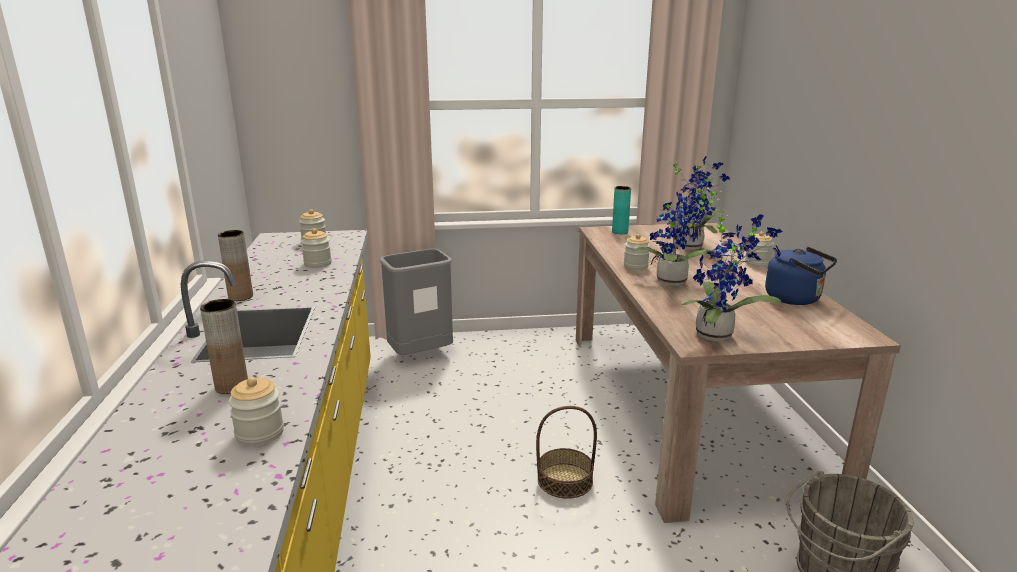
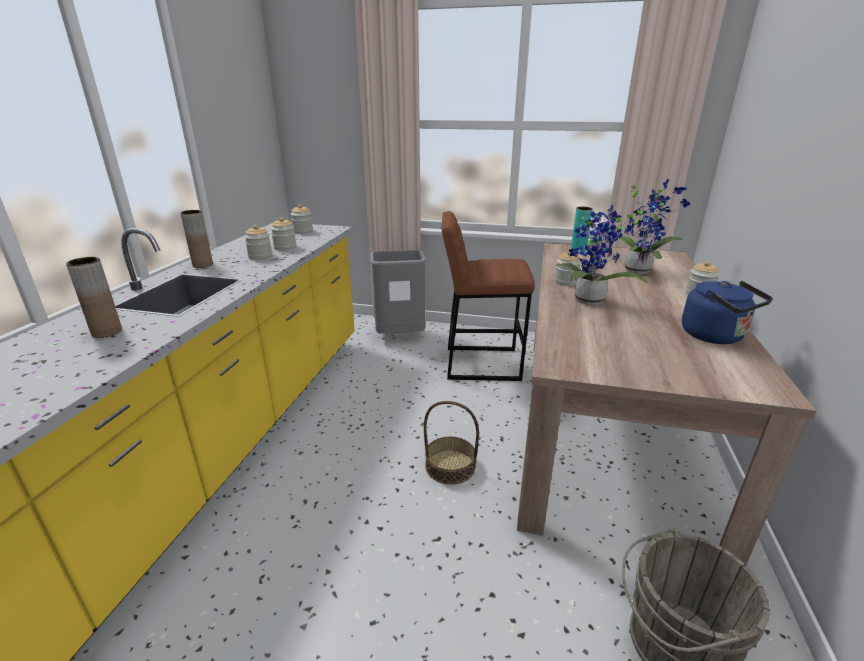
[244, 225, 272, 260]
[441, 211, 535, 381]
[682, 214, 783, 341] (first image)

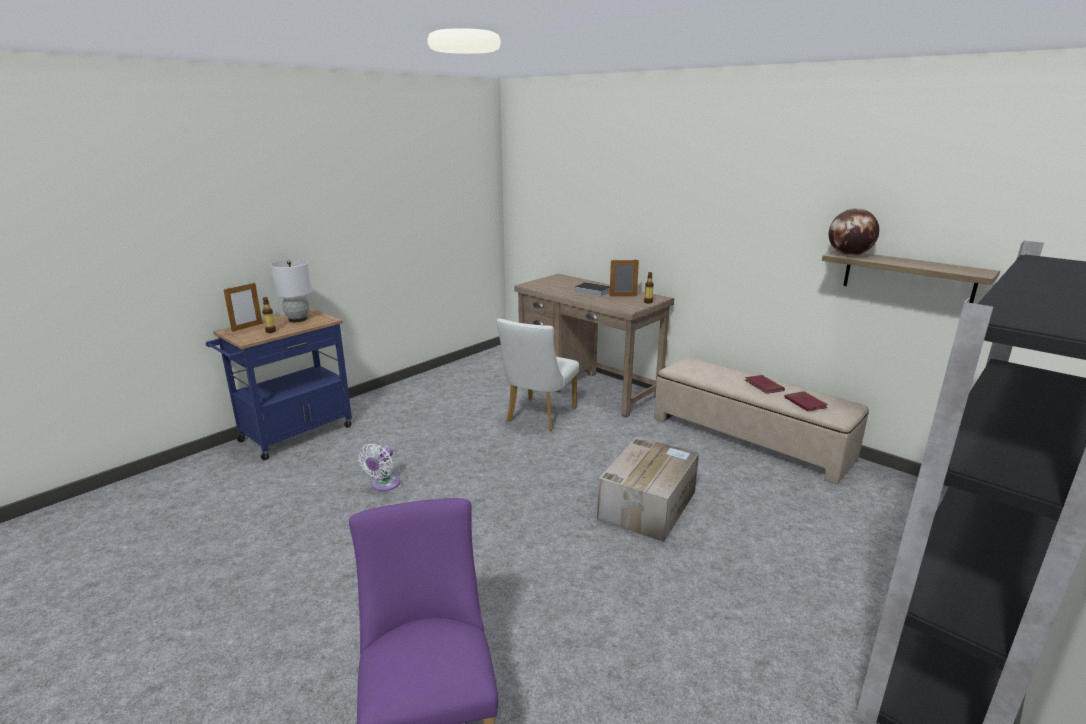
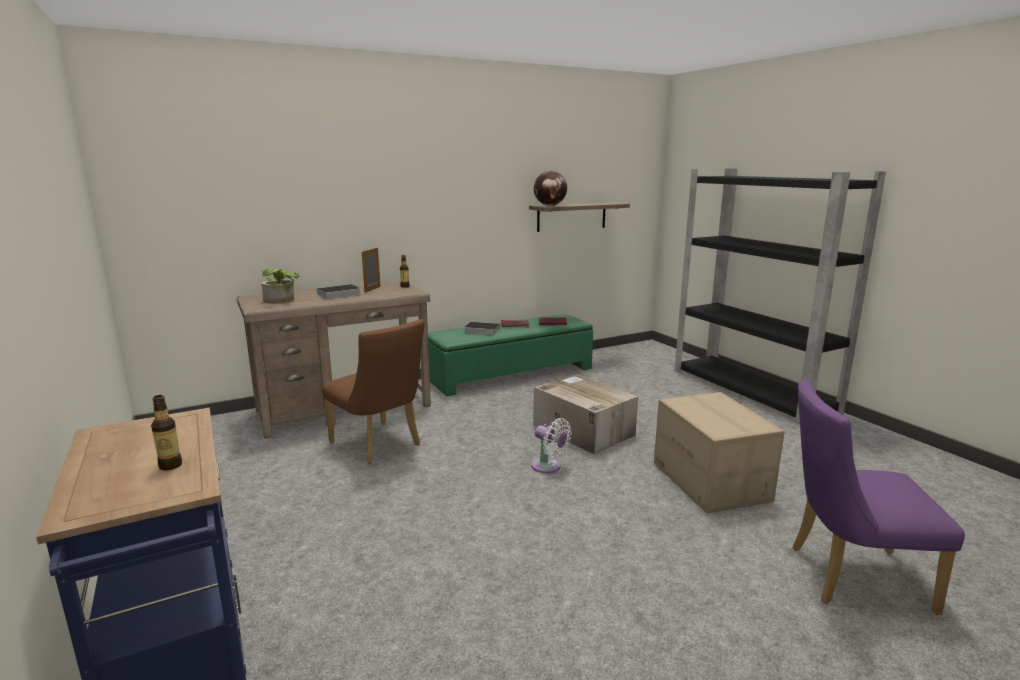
[261, 268, 300, 303]
[322, 319, 425, 464]
[428, 314, 593, 396]
[464, 322, 500, 335]
[531, 418, 571, 473]
[654, 392, 785, 513]
[224, 283, 263, 332] (first image)
[270, 260, 312, 322] (first image)

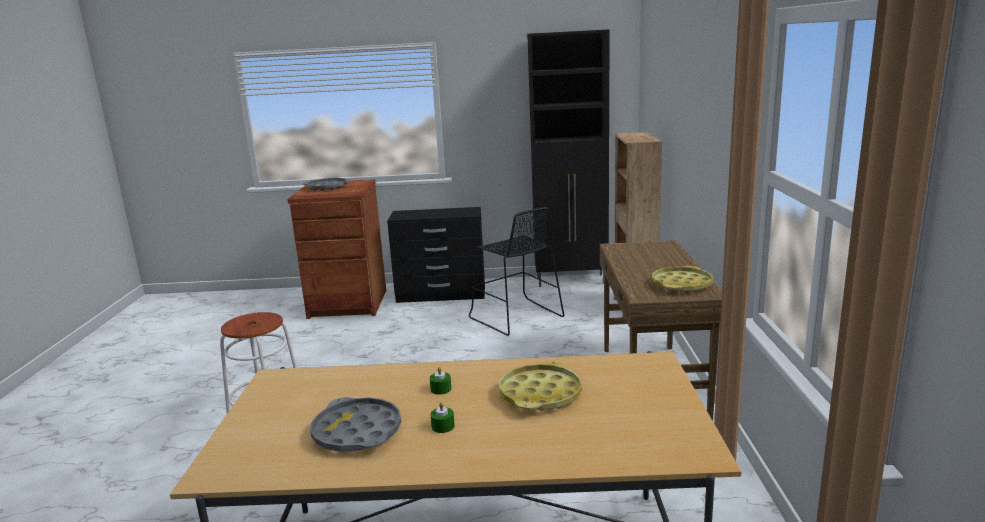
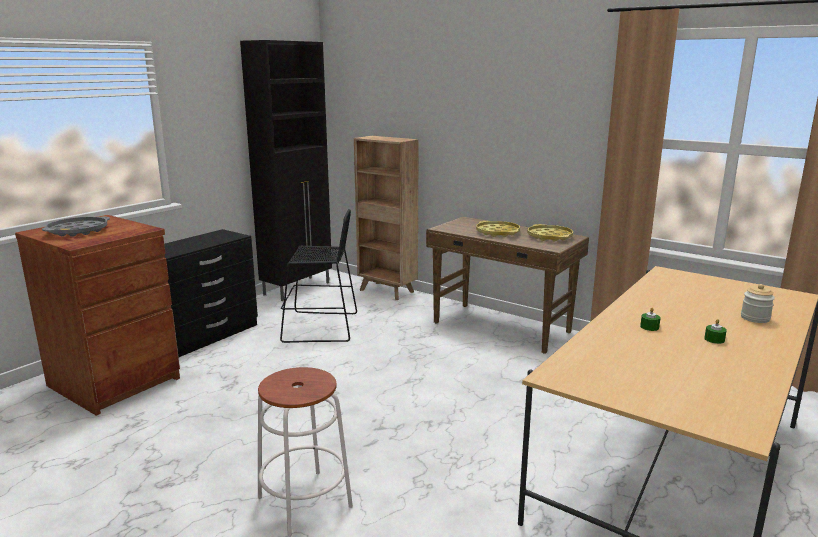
[476, 221, 520, 237]
[741, 284, 775, 323]
[310, 397, 401, 452] (first image)

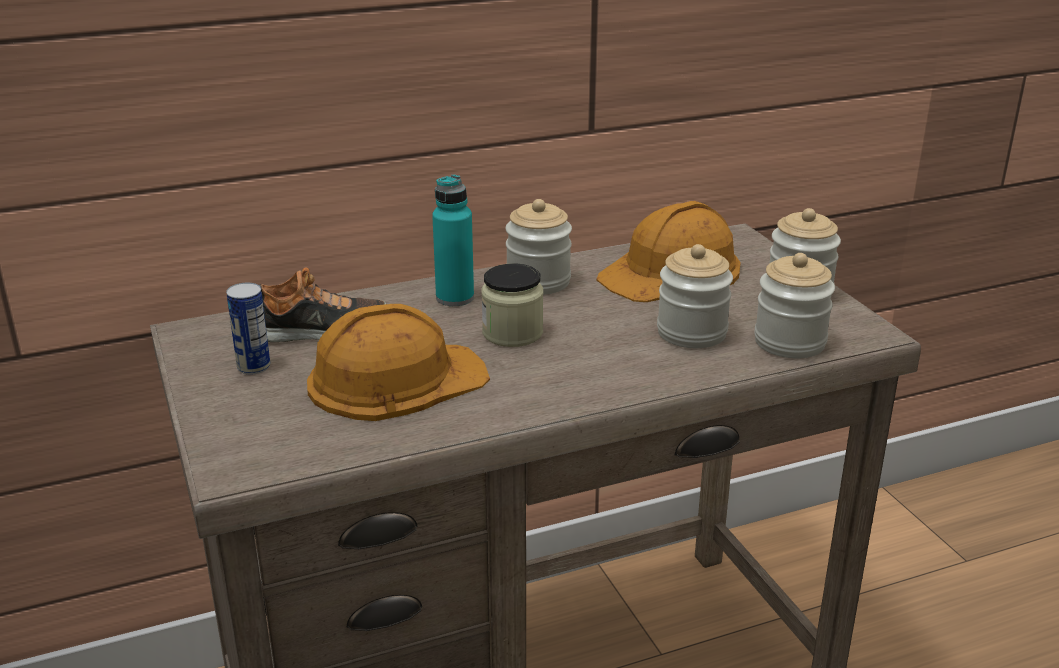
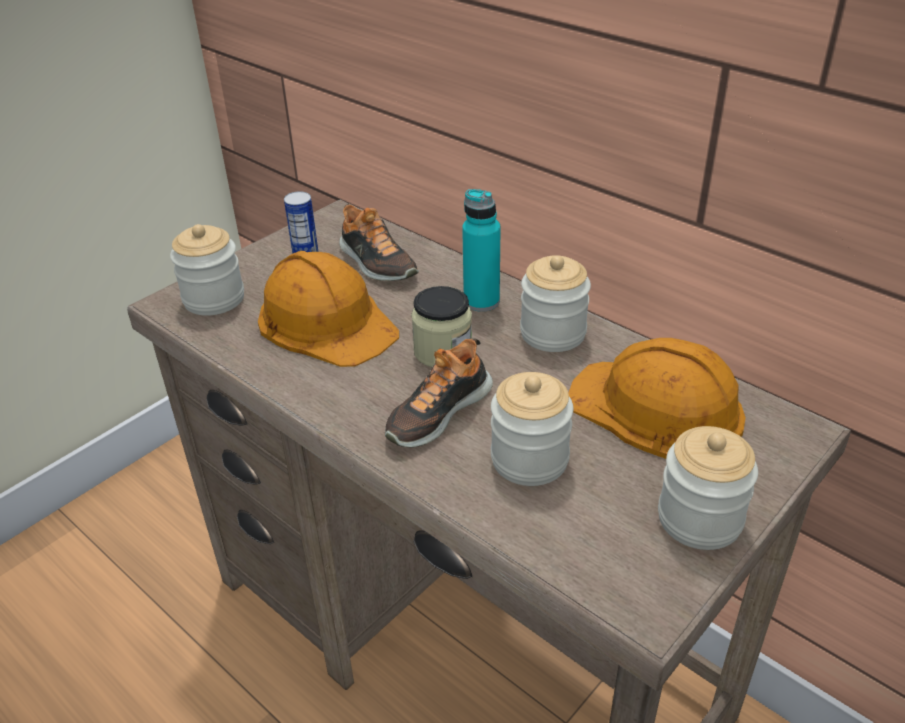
[170, 224, 244, 316]
[385, 338, 493, 447]

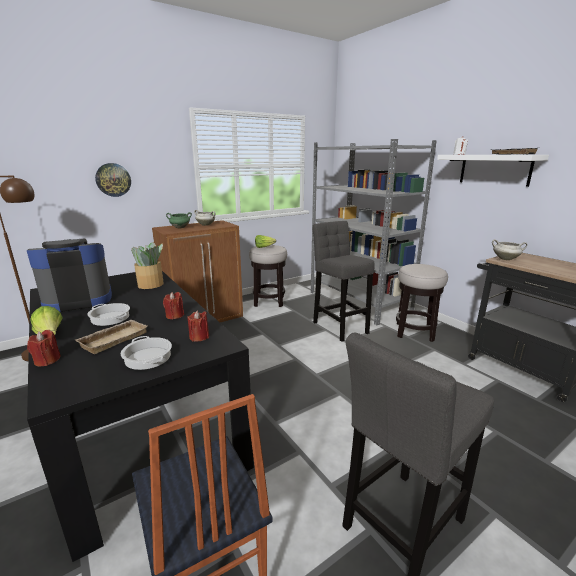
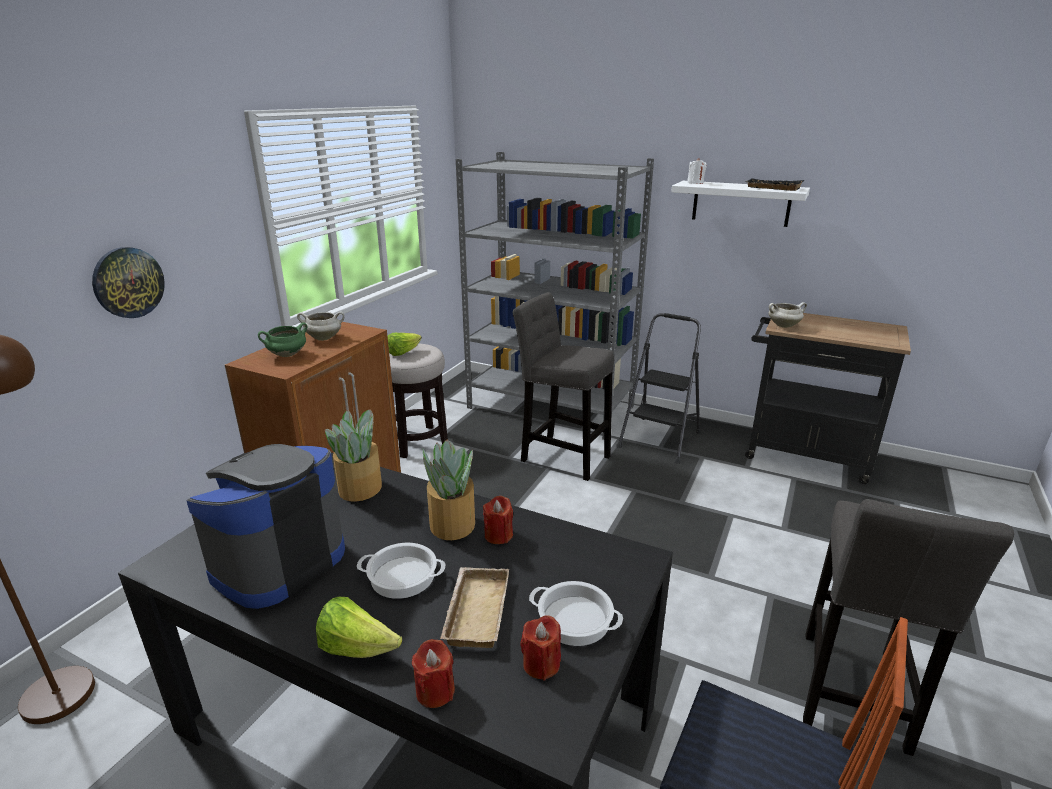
[423, 440, 475, 540]
[520, 615, 561, 681]
[616, 313, 701, 464]

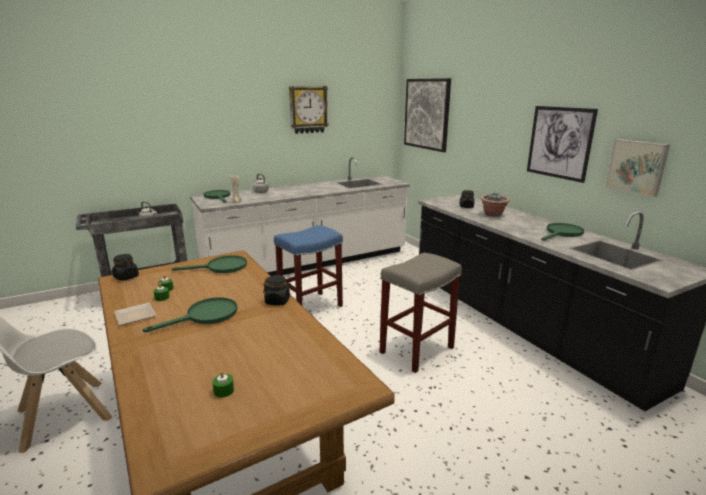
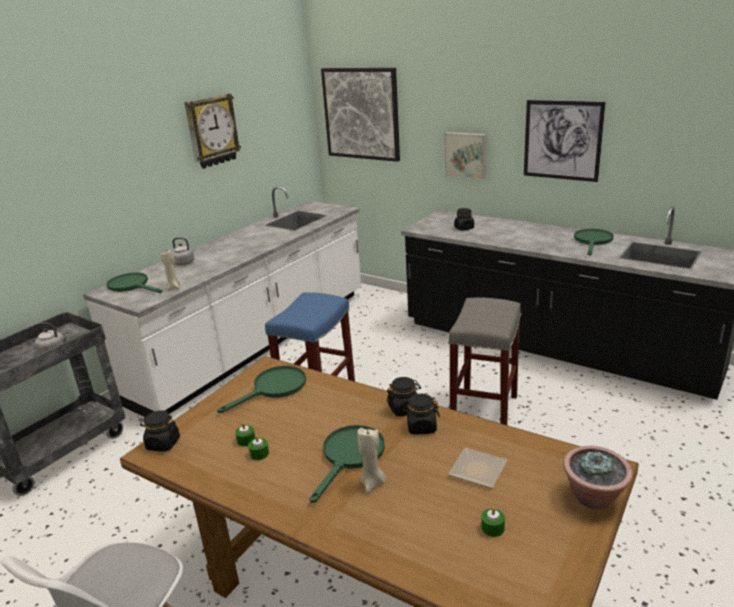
[357, 427, 386, 493]
[402, 394, 440, 434]
[444, 132, 487, 180]
[448, 448, 507, 488]
[563, 446, 633, 509]

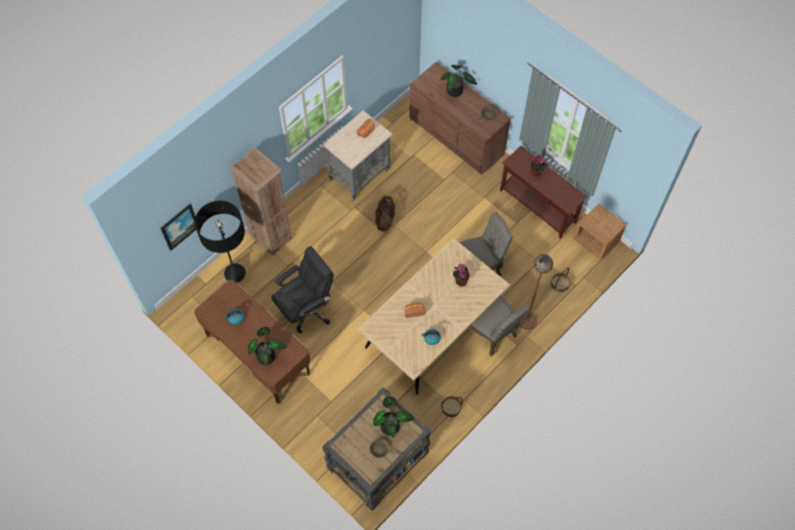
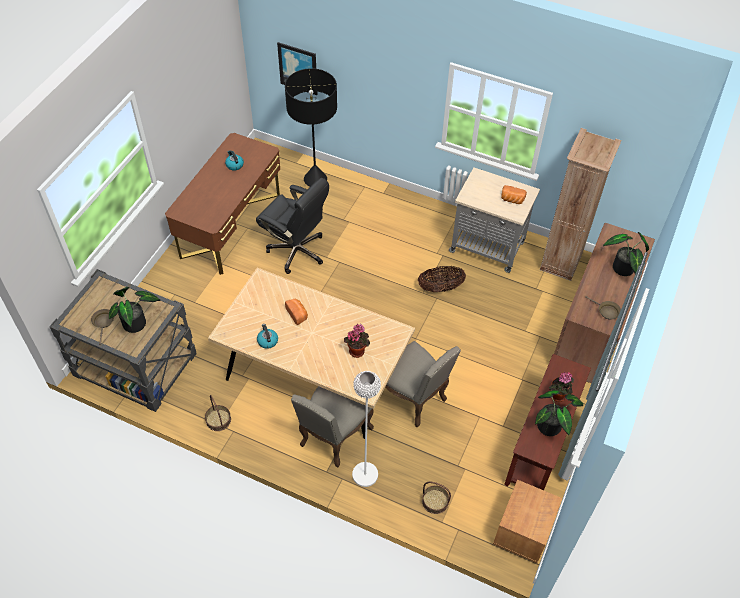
[352, 371, 381, 487]
[535, 390, 583, 436]
[540, 128, 622, 281]

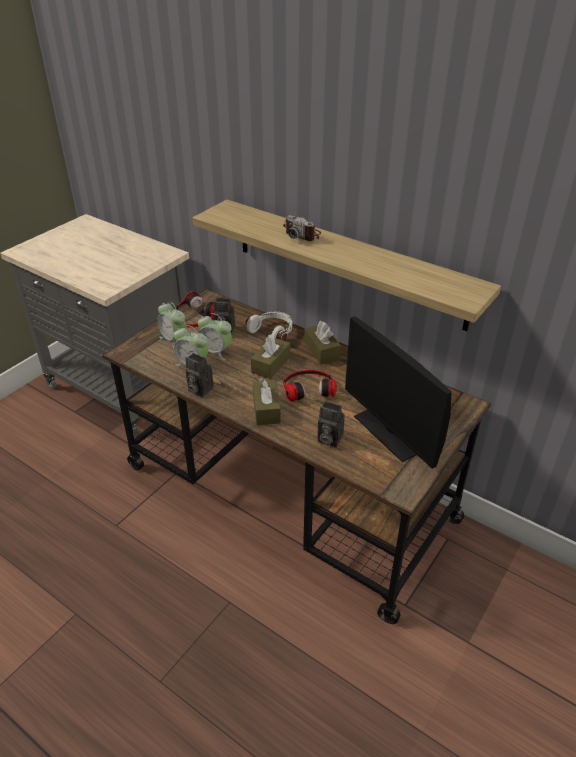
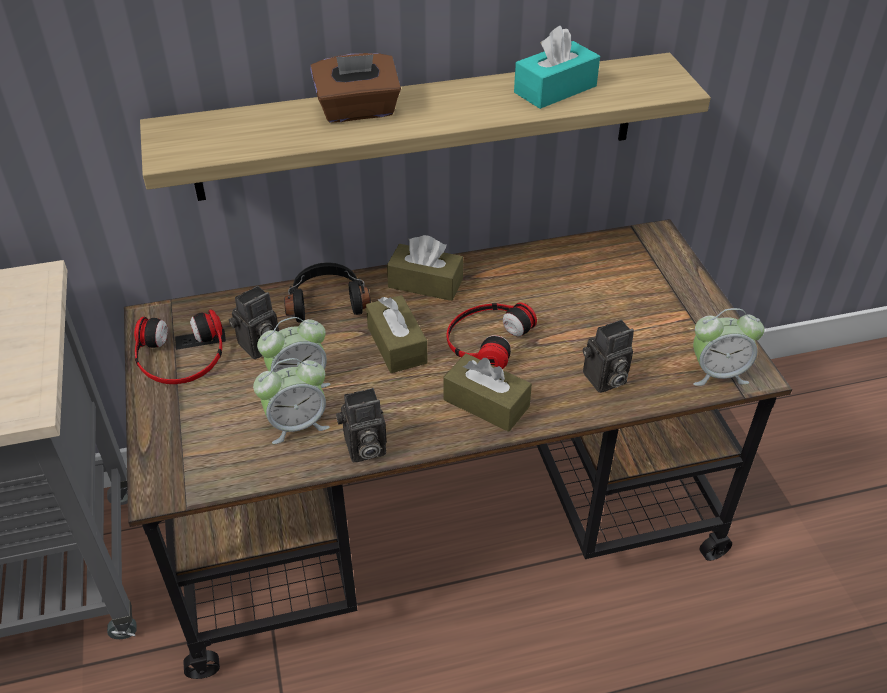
[284, 262, 371, 322]
[310, 53, 401, 123]
[514, 26, 600, 109]
[693, 308, 764, 386]
[345, 316, 452, 469] (first image)

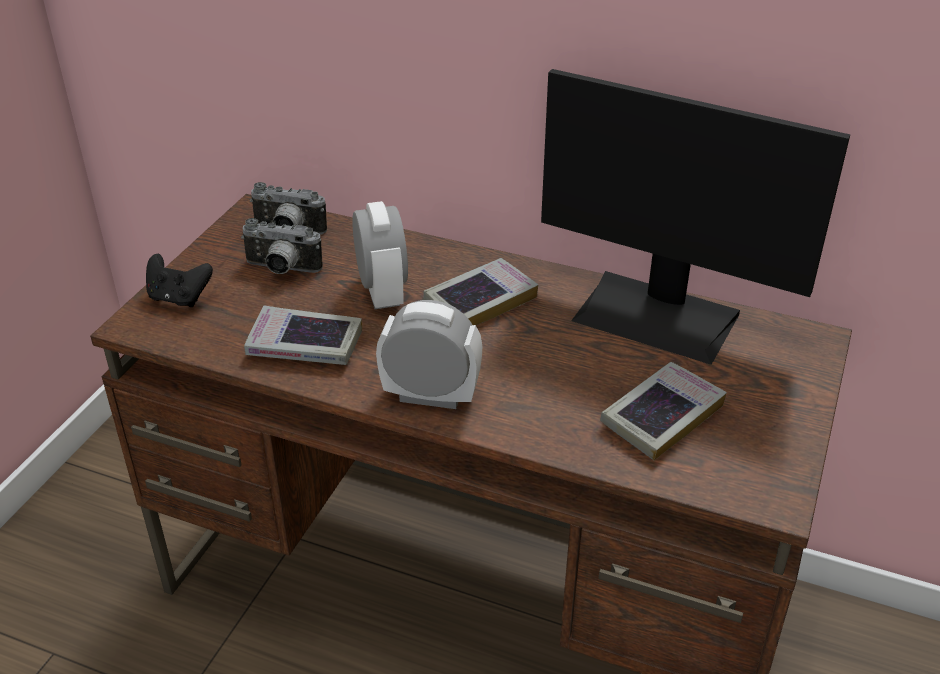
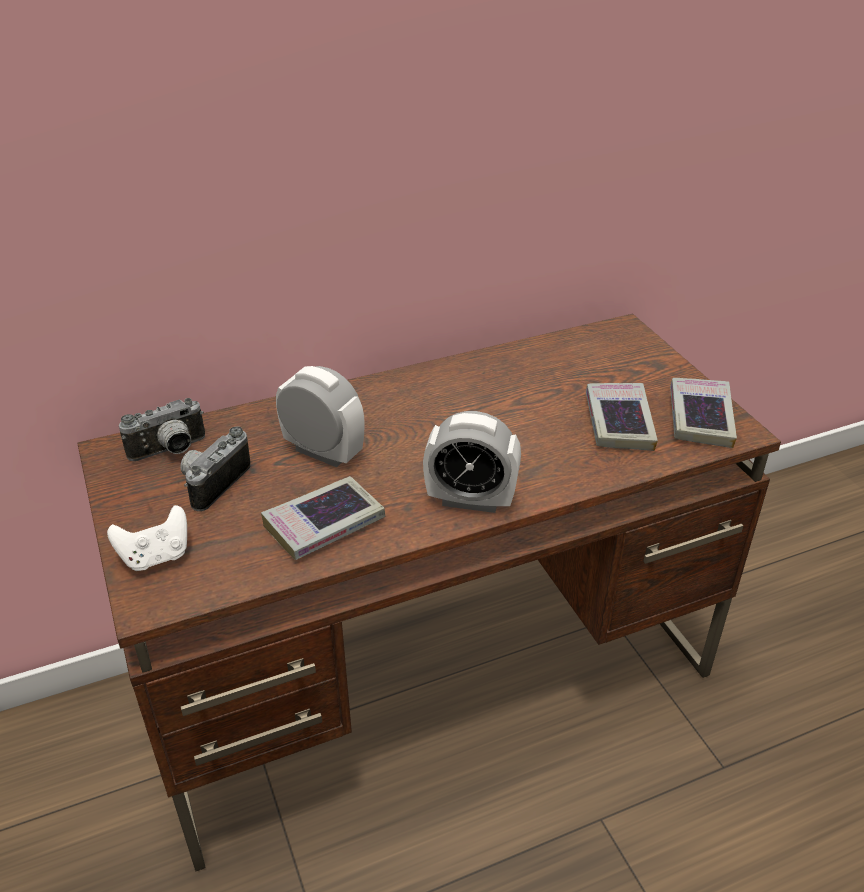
[107, 505, 187, 571]
[180, 426, 251, 511]
[423, 411, 521, 513]
[670, 378, 737, 448]
[541, 69, 850, 365] (first image)

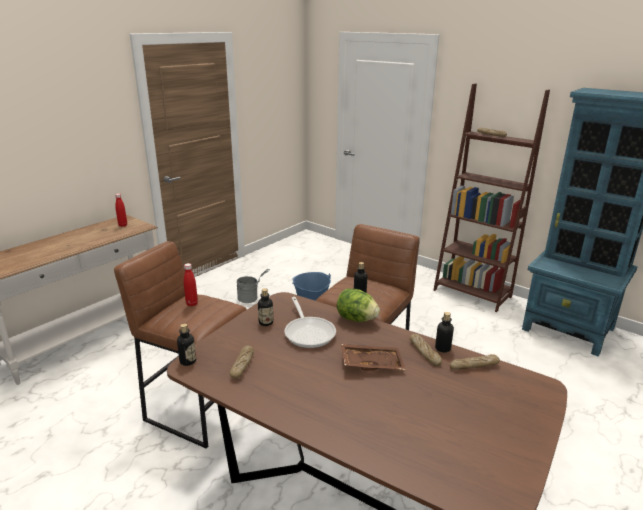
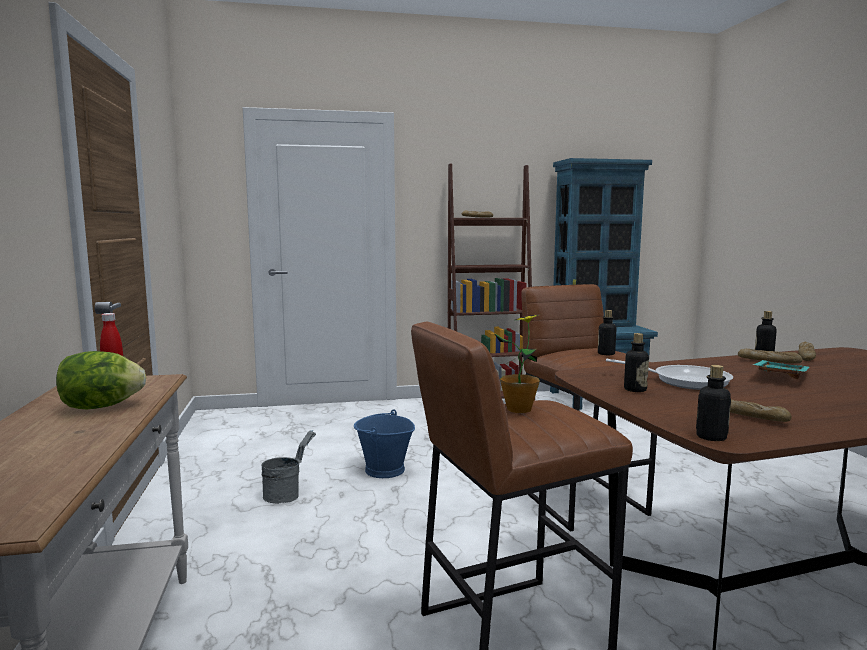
[56, 351, 146, 409]
[494, 315, 540, 413]
[752, 360, 809, 379]

